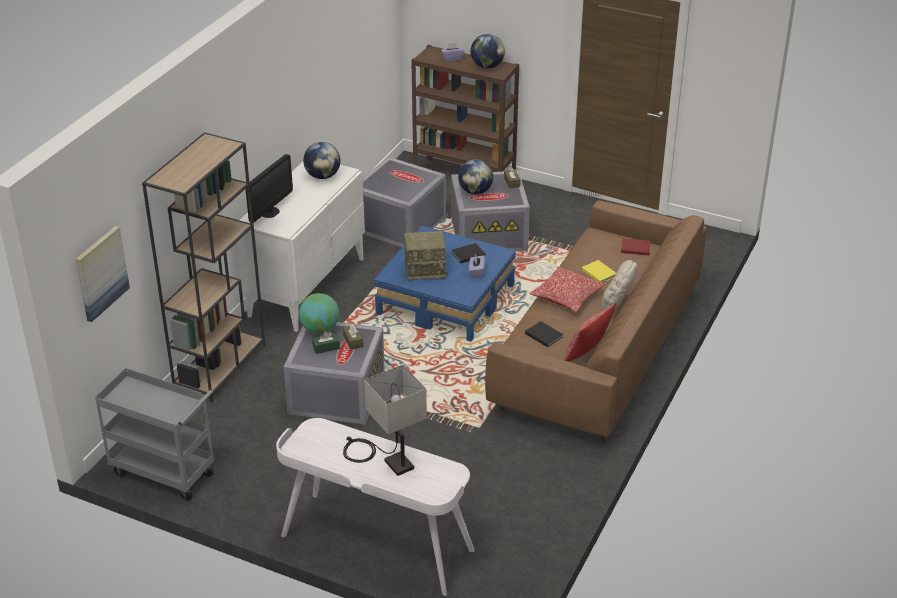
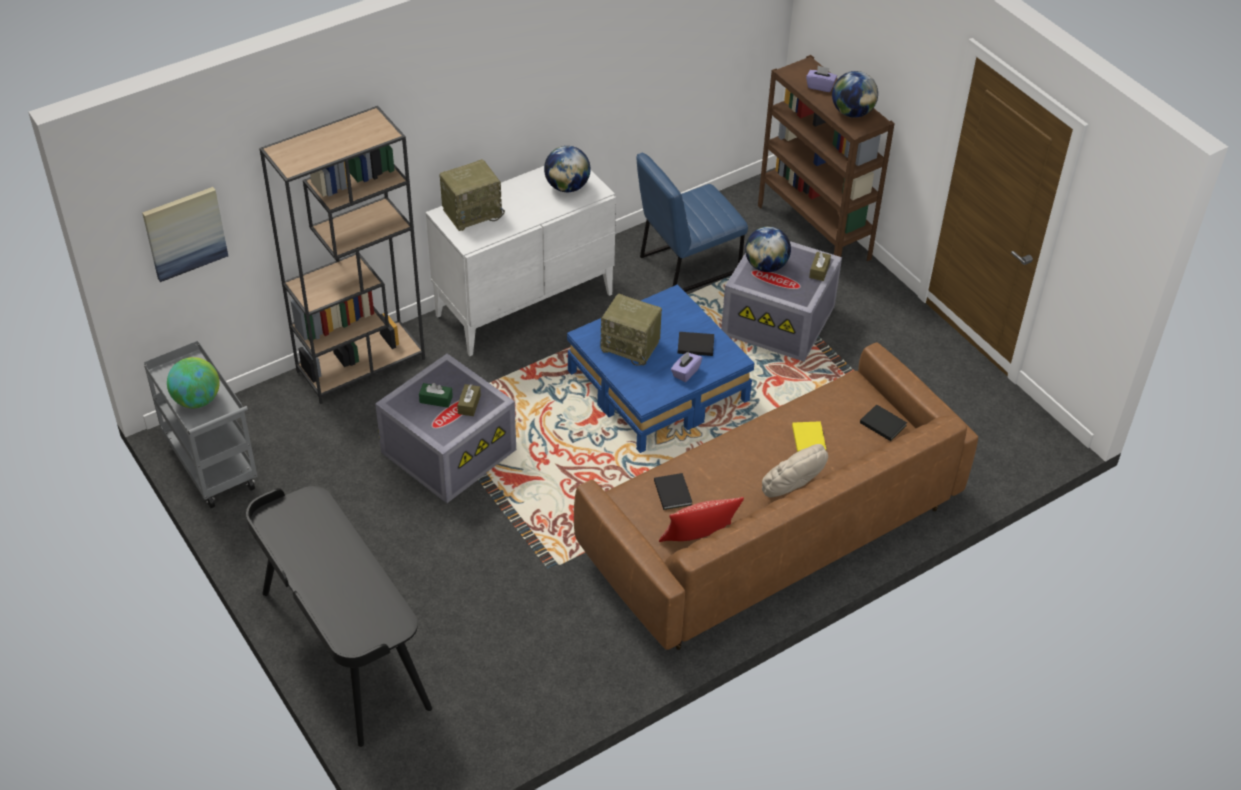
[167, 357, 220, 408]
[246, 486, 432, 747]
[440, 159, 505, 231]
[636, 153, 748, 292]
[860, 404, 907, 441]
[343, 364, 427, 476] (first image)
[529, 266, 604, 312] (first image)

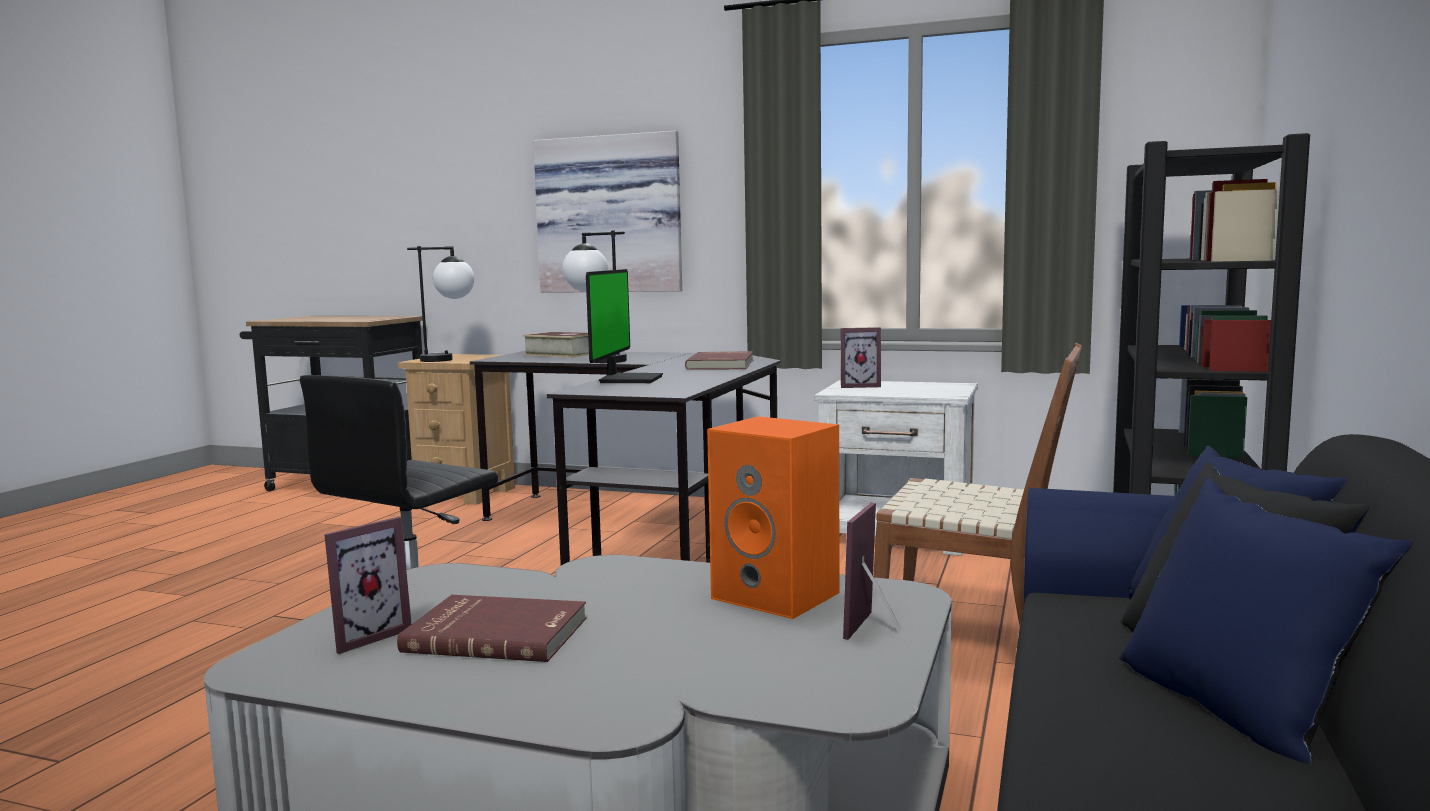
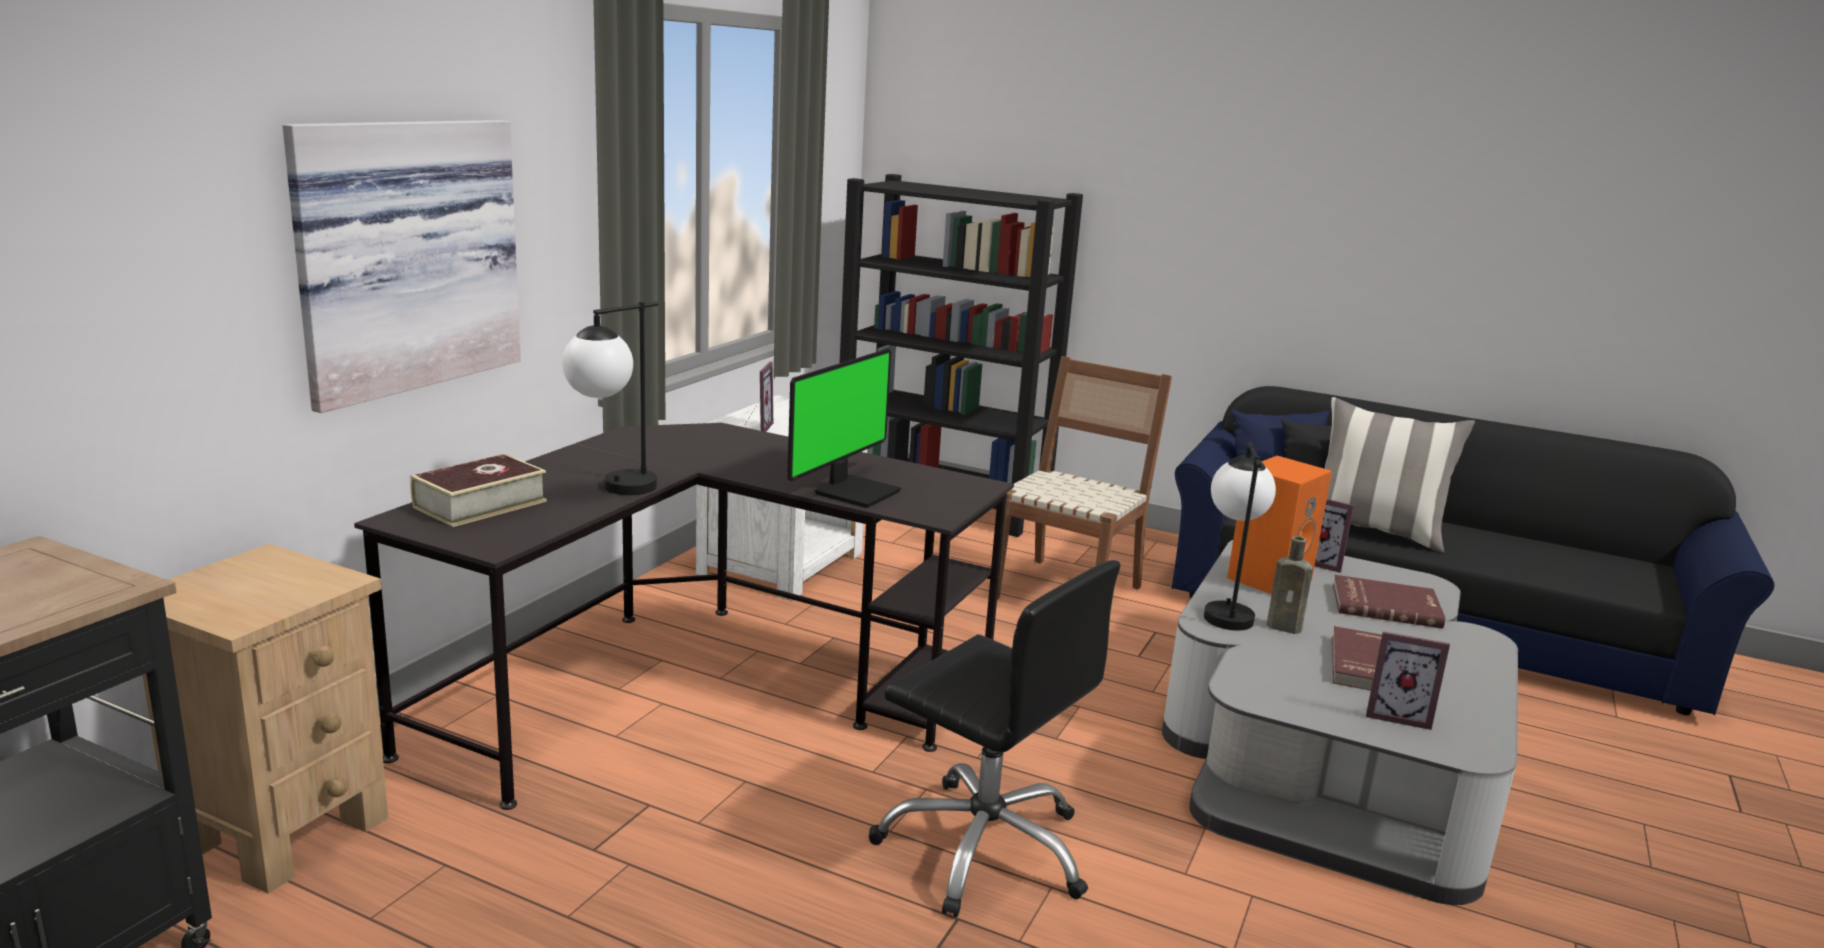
[787, 349, 901, 508]
[1204, 442, 1276, 631]
[1267, 536, 1313, 634]
[1325, 397, 1475, 553]
[1333, 575, 1445, 629]
[1366, 631, 1450, 730]

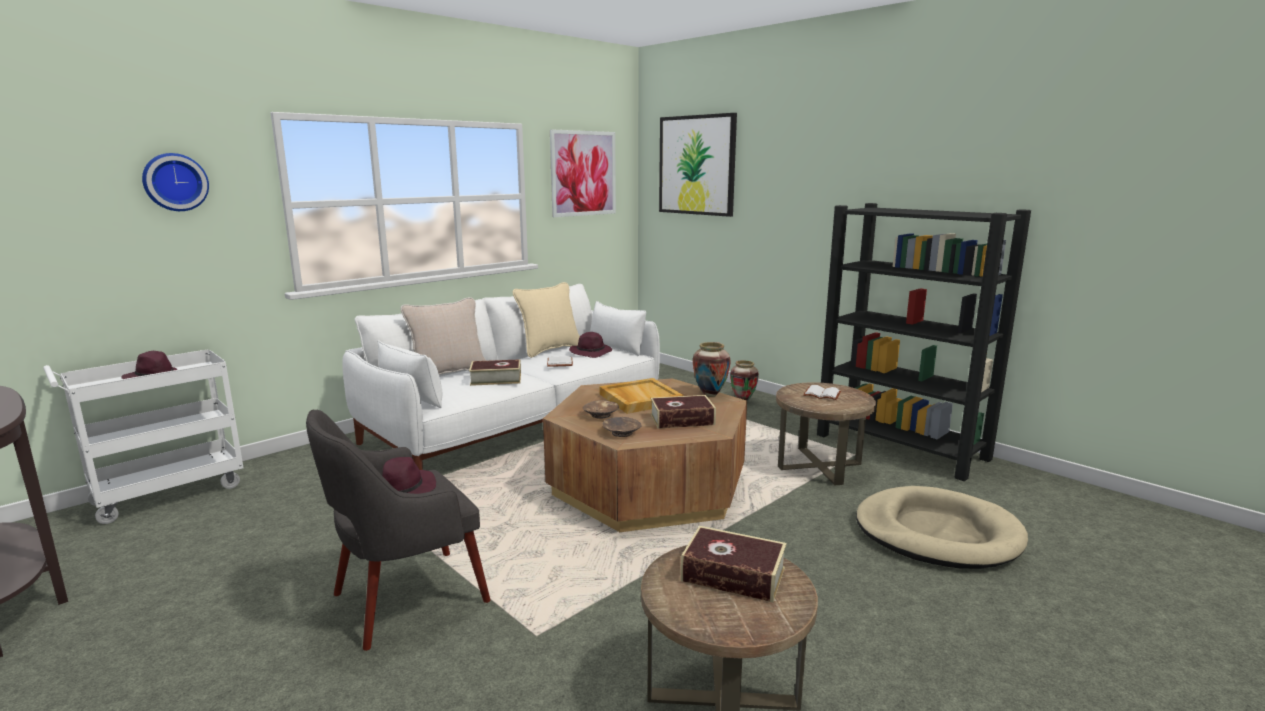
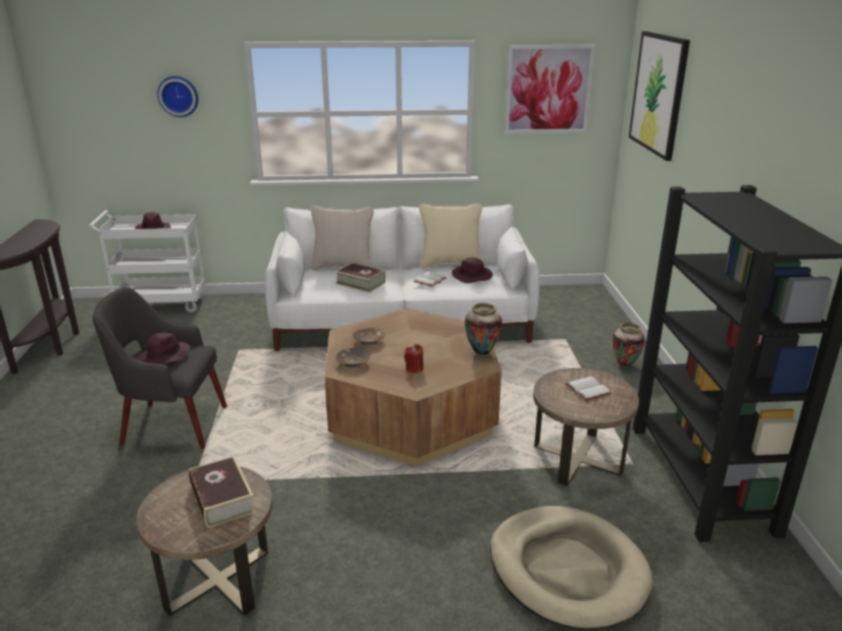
[404, 344, 423, 373]
[599, 378, 683, 414] (first image)

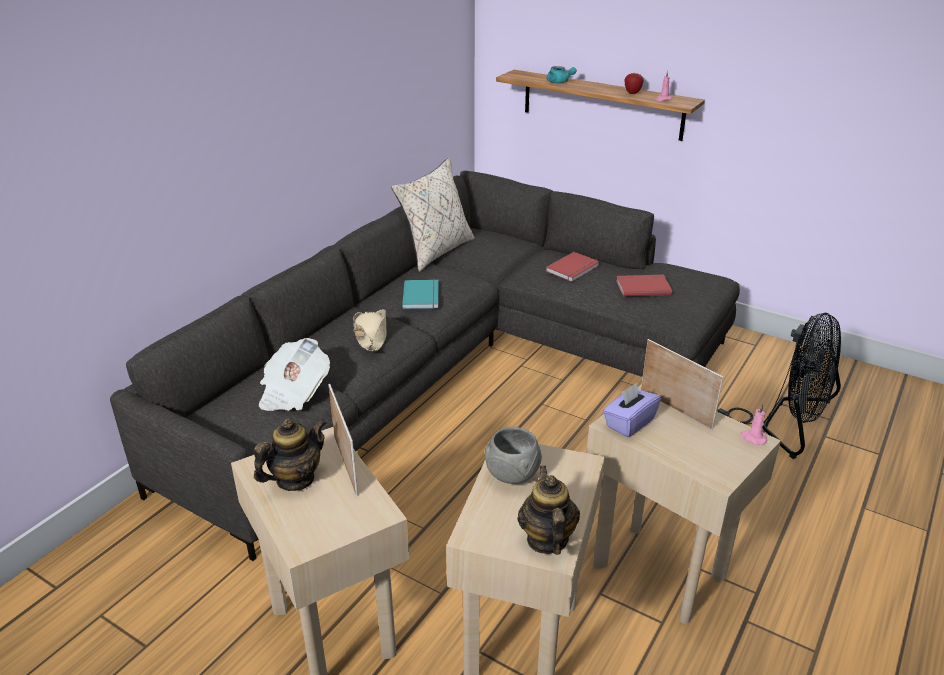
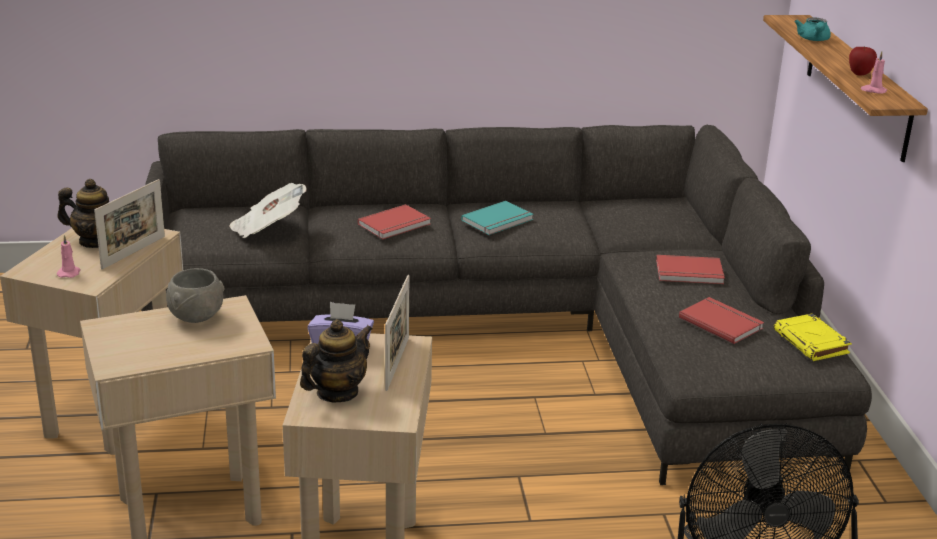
[57, 235, 80, 278]
[300, 319, 372, 402]
[358, 204, 431, 239]
[774, 313, 852, 361]
[391, 158, 475, 271] (first image)

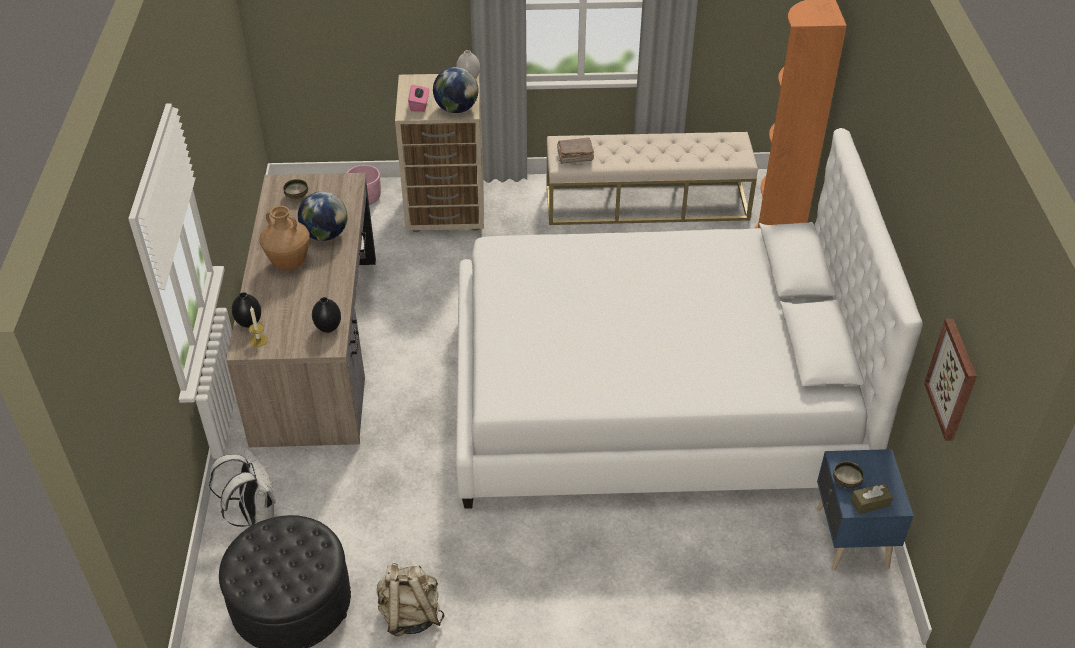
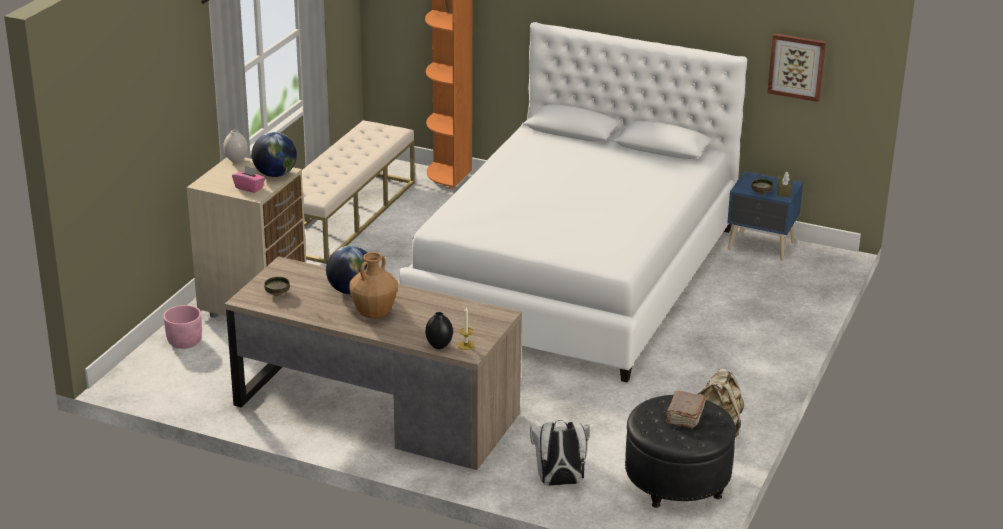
[666, 391, 706, 429]
[312, 297, 341, 333] (first image)

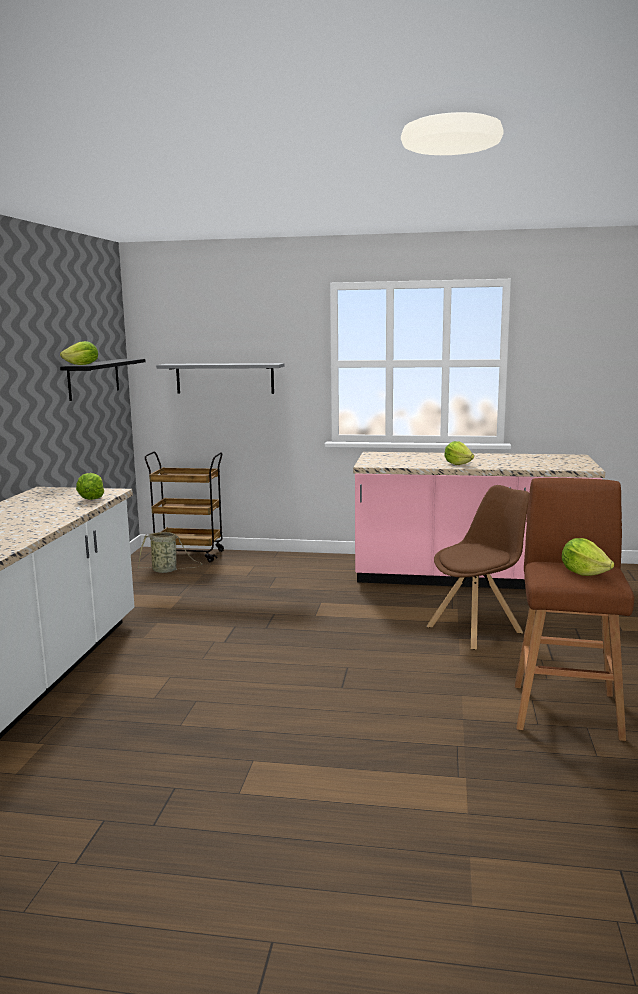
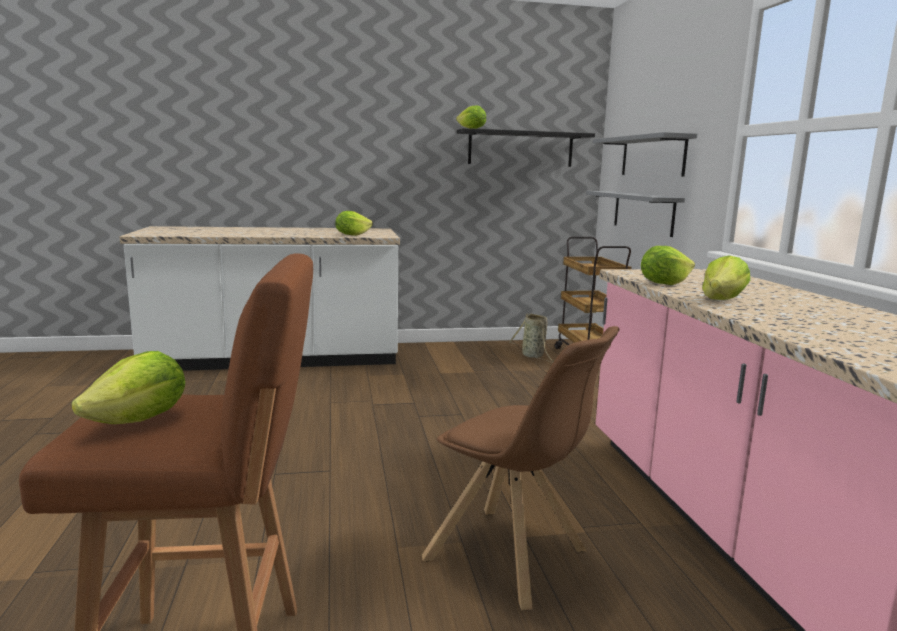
[586, 191, 685, 237]
[641, 246, 695, 285]

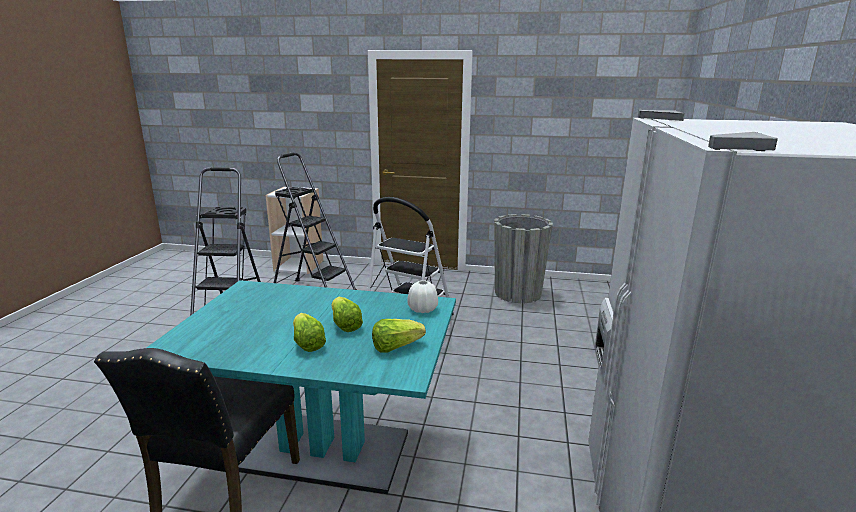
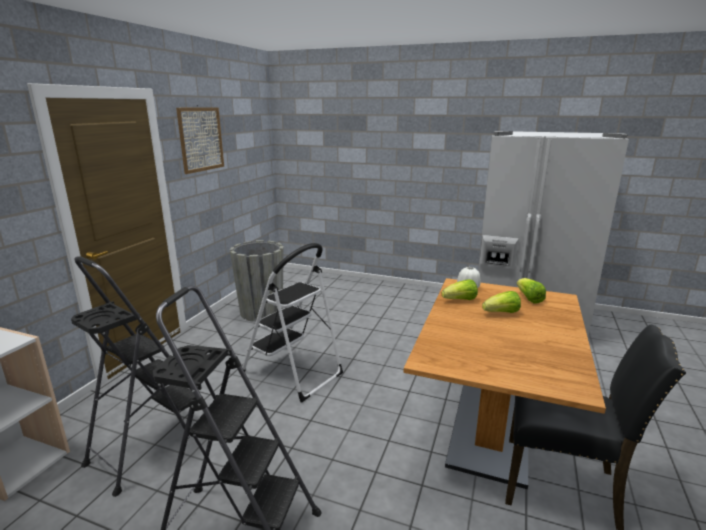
[176, 105, 224, 174]
[403, 278, 606, 489]
[442, 279, 478, 300]

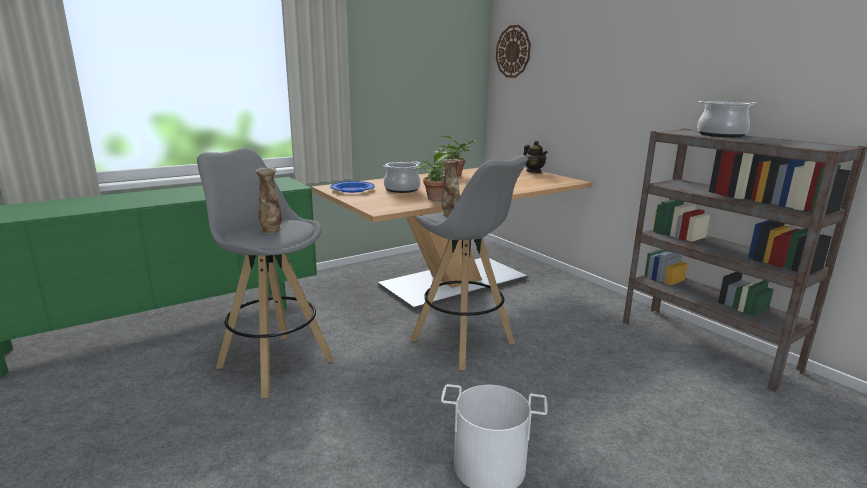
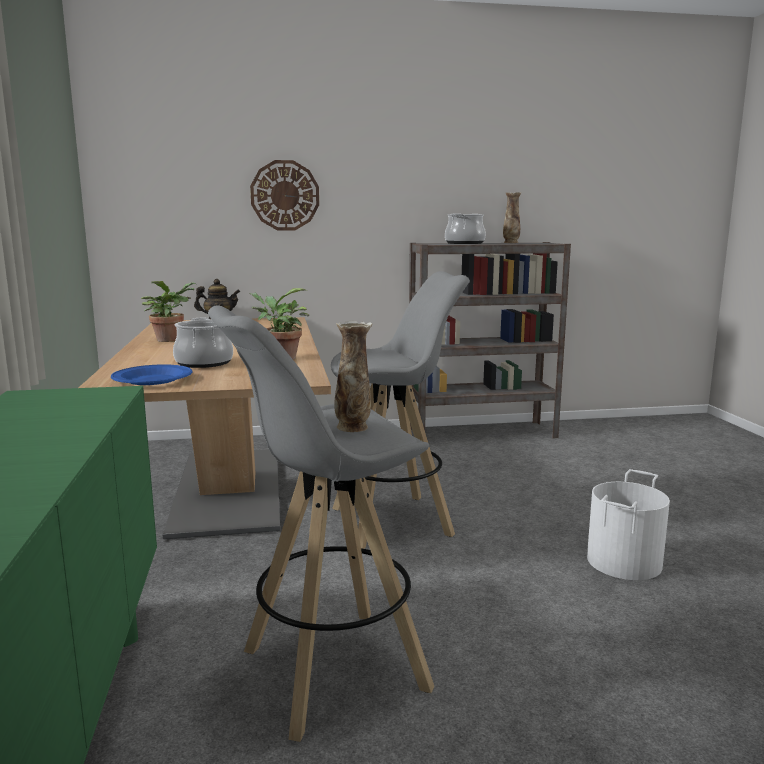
[250, 160, 319, 230]
[503, 192, 521, 243]

